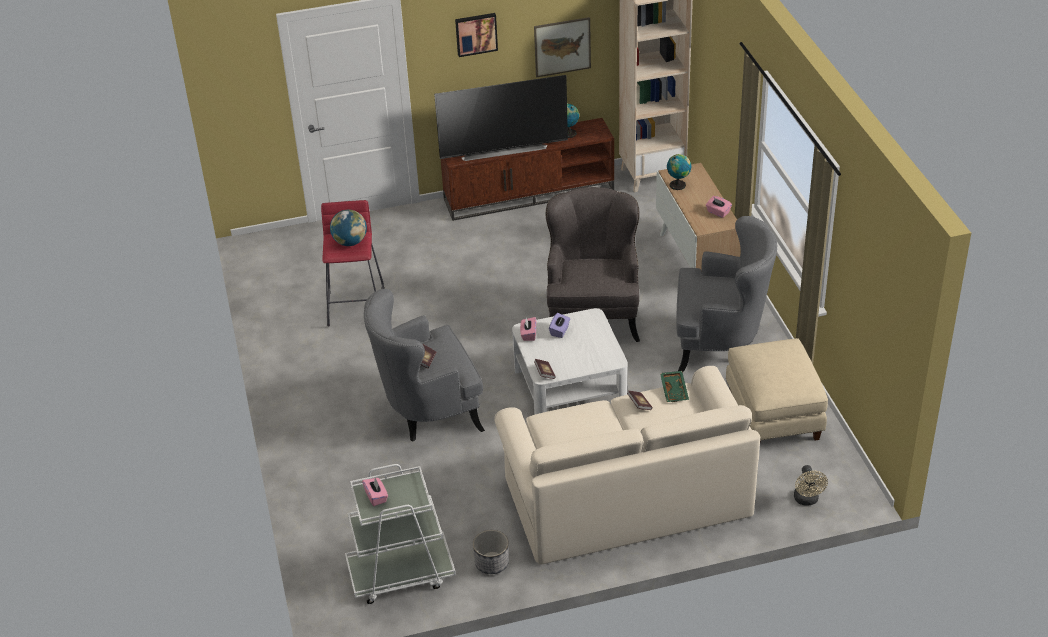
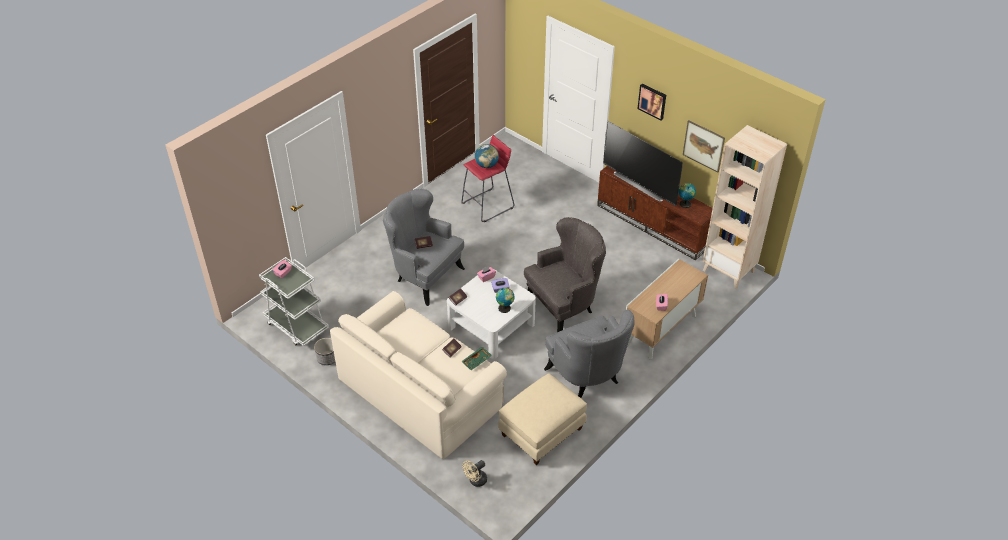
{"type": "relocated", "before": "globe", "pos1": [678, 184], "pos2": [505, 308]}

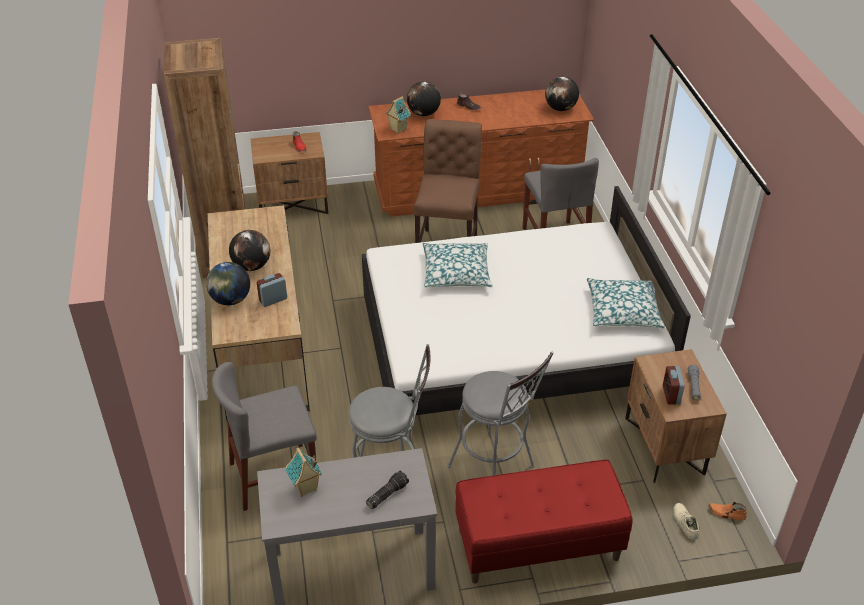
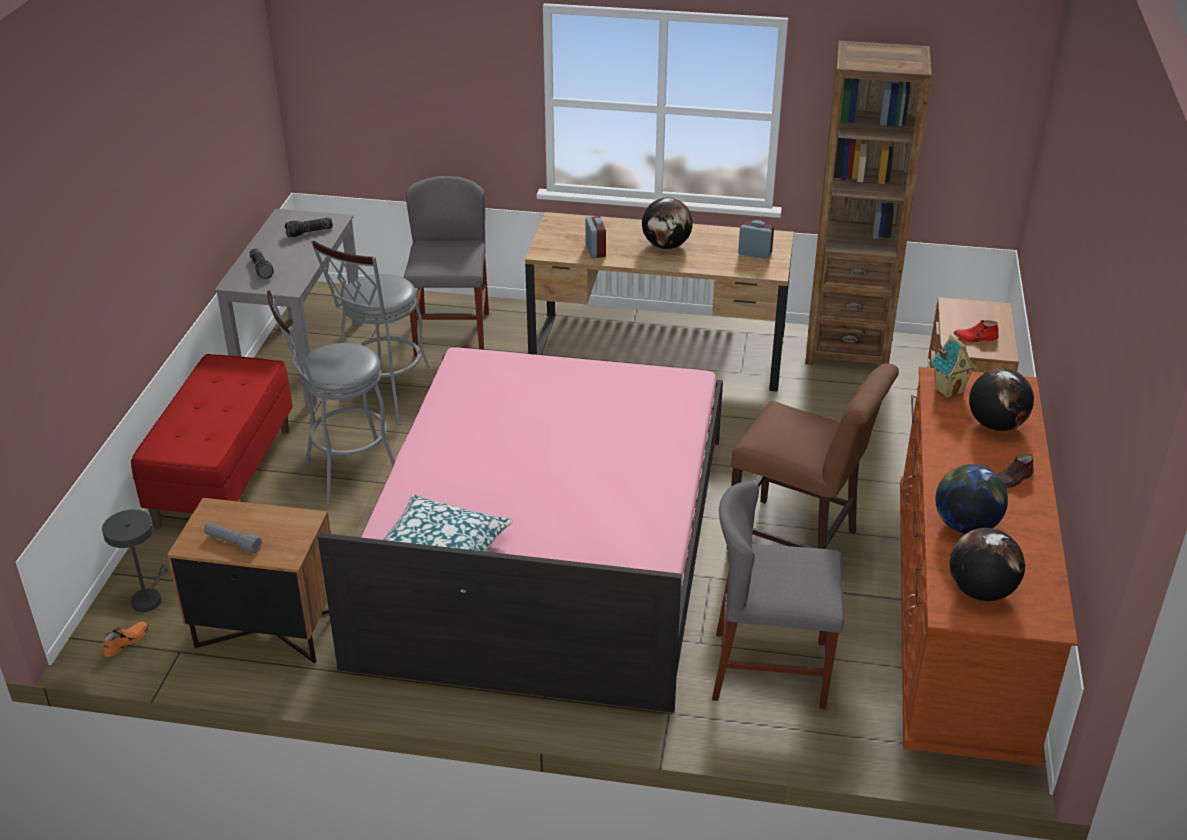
{"type": "colour", "before": "white bed", "after": "pink bed", "pos1": [510, 343], "pos2": [547, 545]}
{"type": "missing", "before": "pillow", "pos1": [456, 272]}
{"type": "relocated", "before": "globe", "pos1": [230, 300], "pos2": [965, 525]}
{"type": "relocated", "before": "alarm clock", "pos1": [671, 395], "pos2": [755, 254]}
{"type": "exchanged", "before": "toy house", "after": "flashlight", "pos1": [305, 488], "pos2": [309, 233]}
{"type": "exchanged", "before": "beige shoe", "after": "grey table lamp", "pos1": [684, 523], "pos2": [148, 598]}

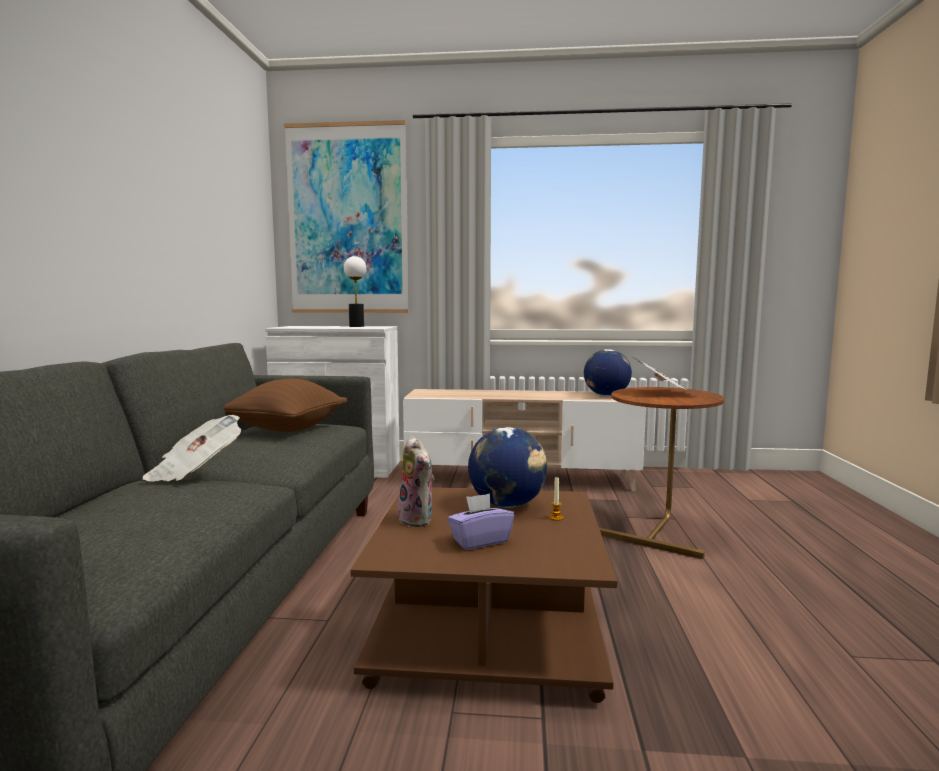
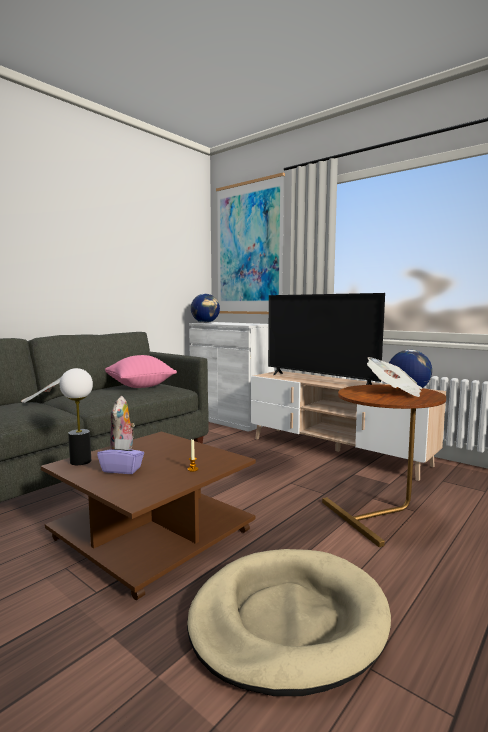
{"type": "relocated", "before": "table lamp", "pos1": [356, 326], "pos2": [80, 461]}
{"type": "colour", "before": "brown pillow", "after": "pink pillow", "pos1": [286, 429], "pos2": [140, 386]}
{"type": "relocated", "before": "globe", "pos1": [507, 504], "pos2": [205, 322]}
{"type": "appeared", "after": "television", "pos2": [319, 380]}
{"type": "appeared", "after": "beige dog bed", "pos2": [287, 621]}

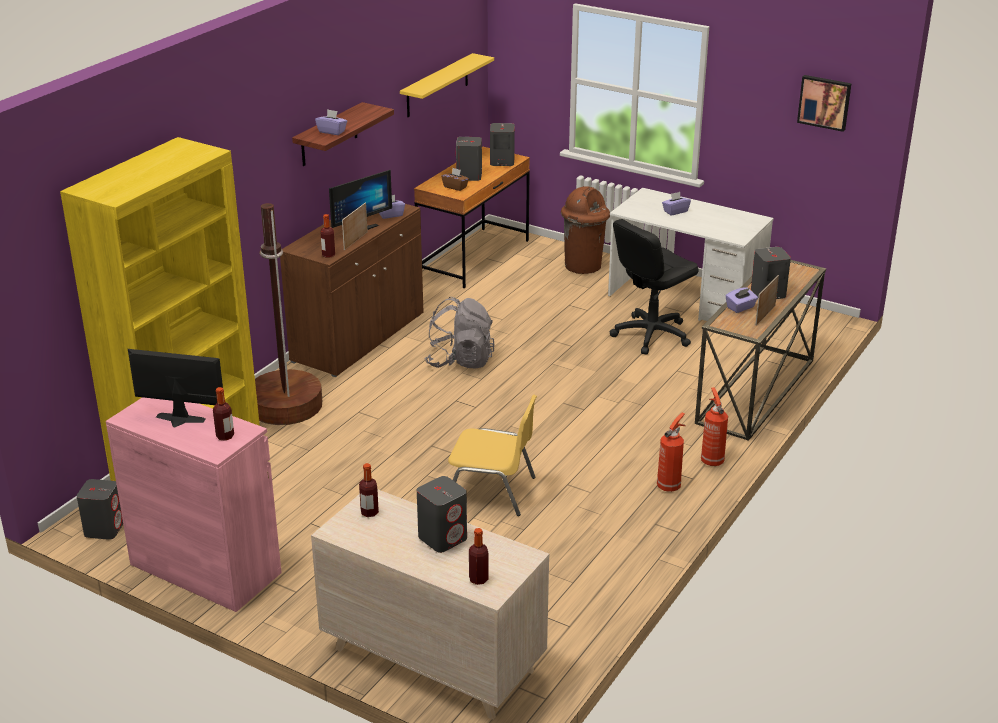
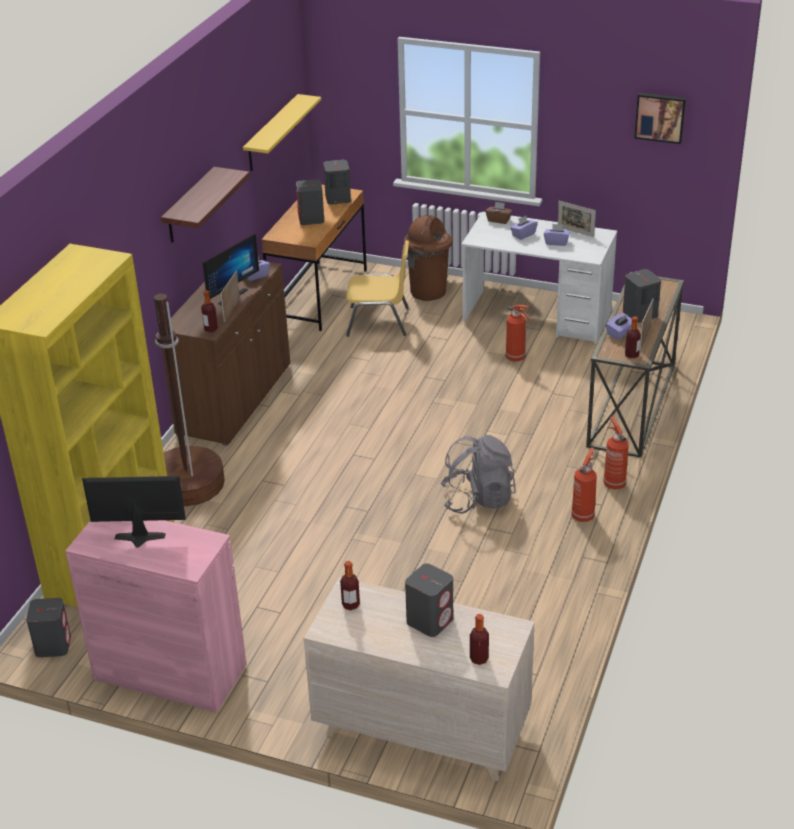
{"type": "relocated", "before": "purple tissue box", "pos1": [332, 131], "pos2": [556, 242]}
{"type": "relocated", "before": "brown tissue box", "pos1": [455, 187], "pos2": [498, 220]}
{"type": "exchanged", "before": "black office chair", "after": "fire extinguisher", "pos1": [651, 335], "pos2": [516, 358]}
{"type": "relocated", "before": "grey backpack", "pos1": [460, 361], "pos2": [478, 499]}
{"type": "relocated", "before": "bottle", "pos1": [225, 436], "pos2": [631, 355]}
{"type": "relocated", "before": "yellow chair", "pos1": [492, 491], "pos2": [379, 322]}
{"type": "appeared", "after": "picture frame", "pos2": [575, 232]}

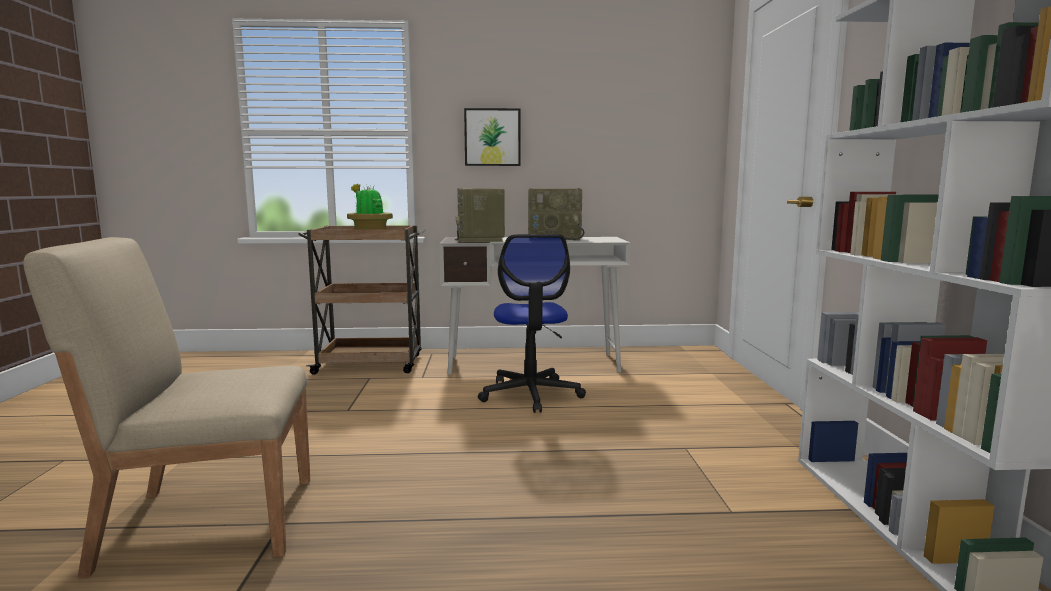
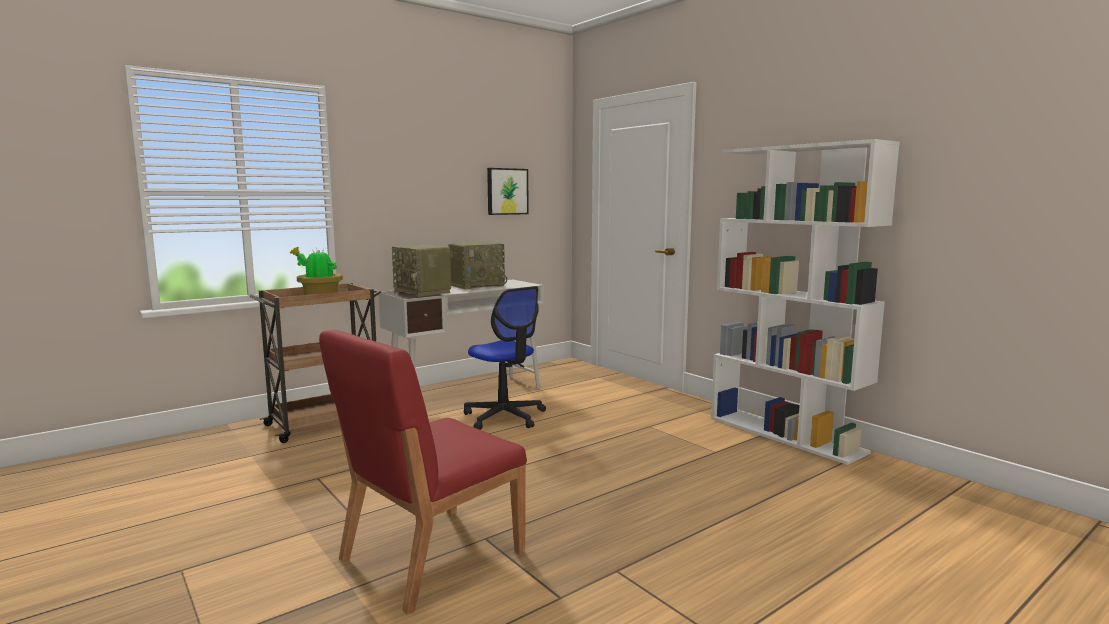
{"type": "relocated", "before": "picture", "pos1": [492, 137], "pos2": [507, 191]}
{"type": "colour", "before": "beige chair", "after": "red chair", "pos1": [207, 522], "pos2": [430, 556]}

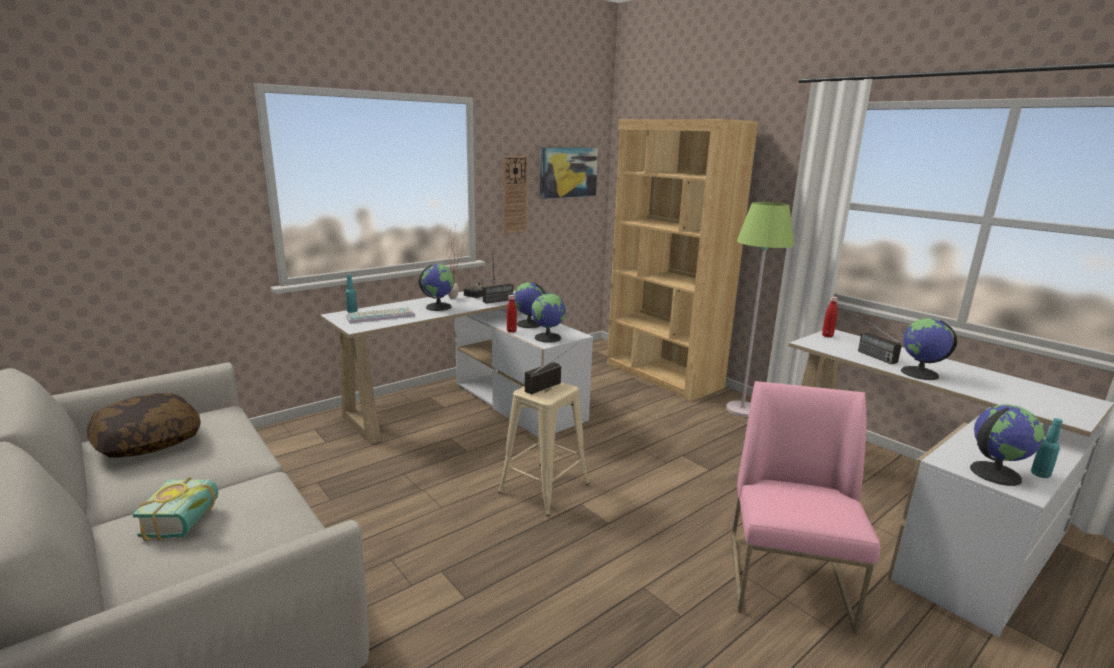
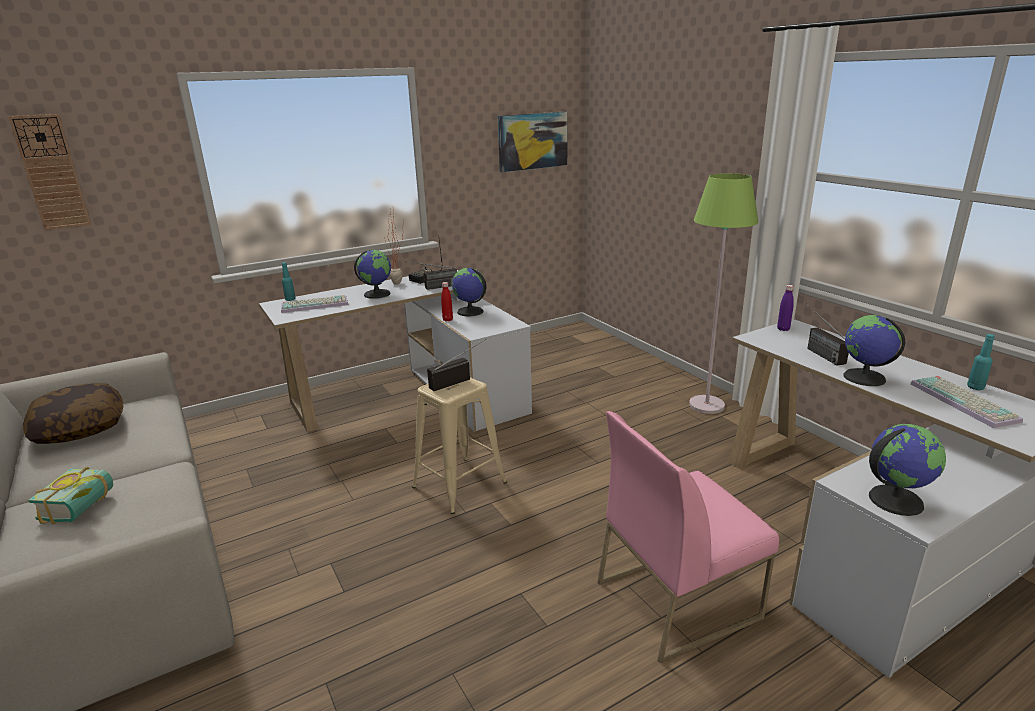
{"type": "missing", "before": "brown bookcase", "pos1": [662, 375]}
{"type": "relocated", "before": "wall clock", "pos1": [514, 195], "pos2": [51, 172]}
{"type": "missing", "before": "globe", "pos1": [548, 338]}
{"type": "colour", "before": "red bottle", "after": "purple bottle", "pos1": [827, 336], "pos2": [783, 329]}
{"type": "spun", "before": "pink chair", "pos1": [789, 581], "pos2": [677, 598], "turn": -135}
{"type": "relocated", "before": "turquoise bottle", "pos1": [1040, 474], "pos2": [975, 387]}
{"type": "appeared", "after": "keyboard", "pos2": [965, 402]}

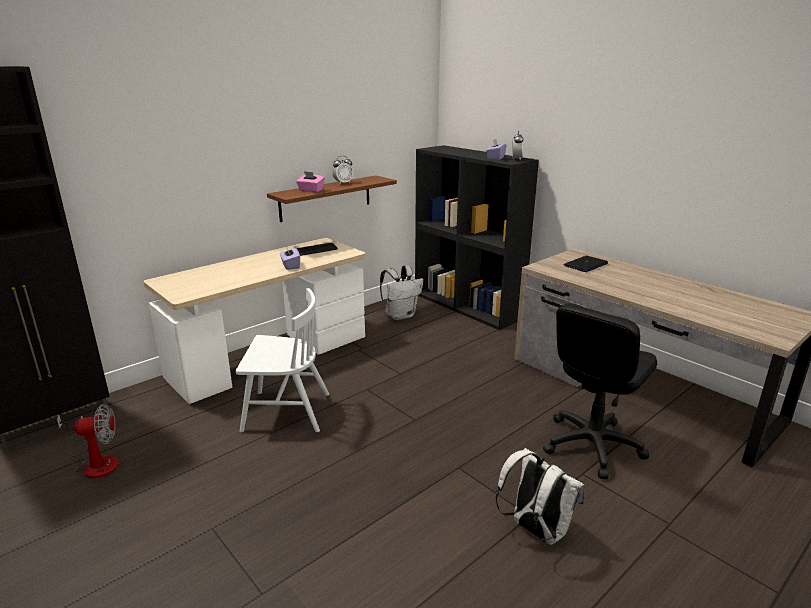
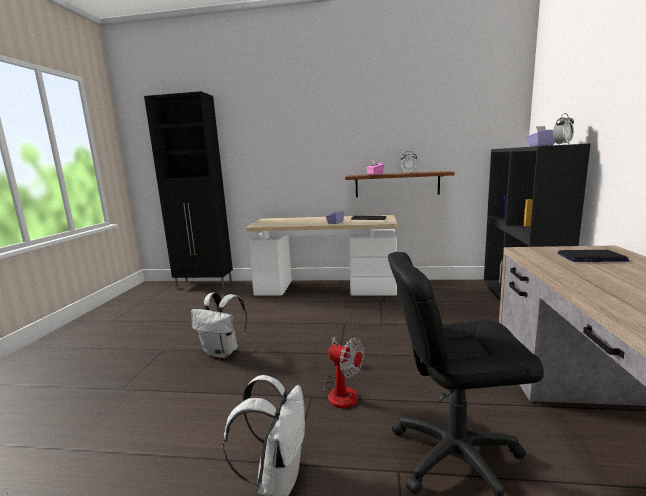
{"type": "relocated", "before": "white backpack", "pos1": [400, 315], "pos2": [223, 352]}
{"type": "missing", "before": "white chair", "pos1": [286, 411]}
{"type": "relocated", "before": "fan", "pos1": [95, 463], "pos2": [341, 391]}

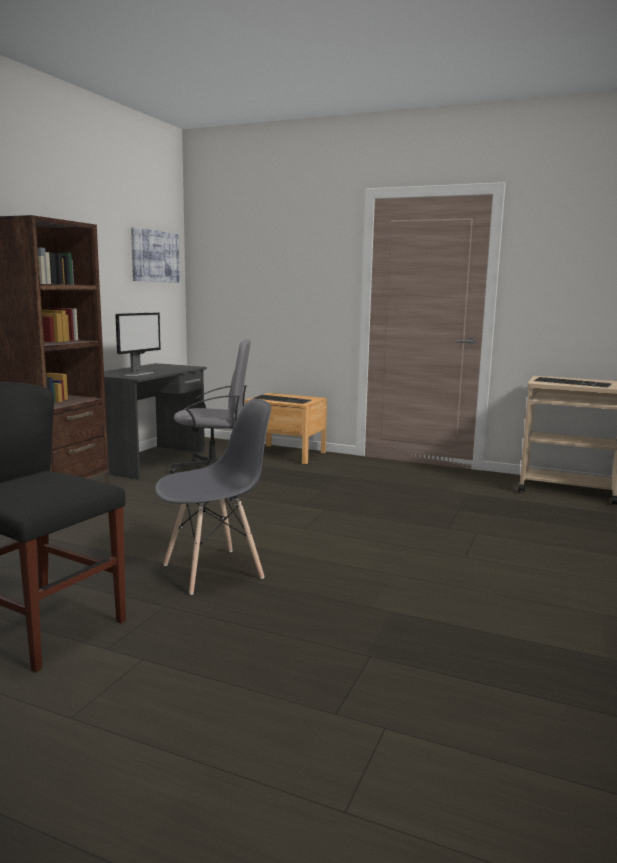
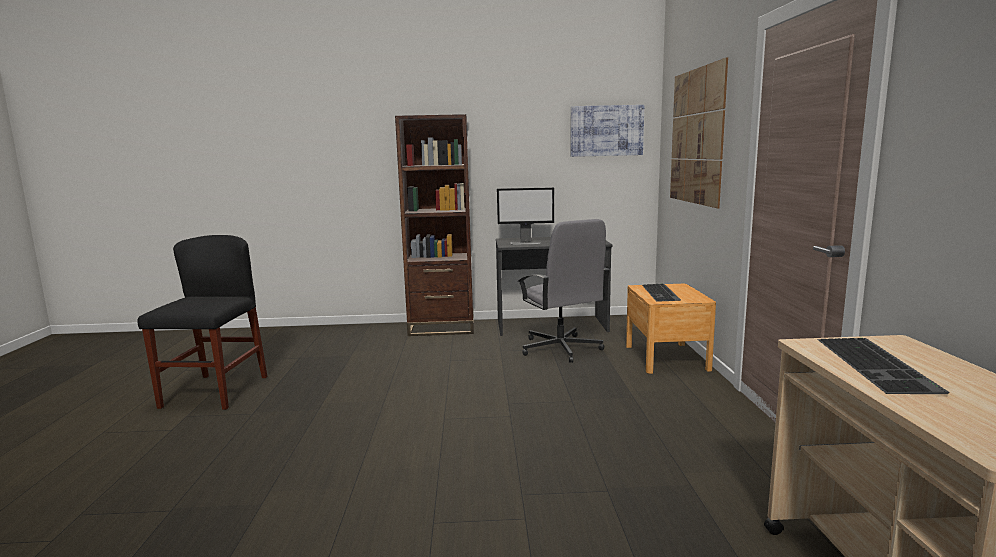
{"type": "missing", "before": "grey chair", "pos1": [214, 571]}
{"type": "appeared", "after": "picture", "pos2": [696, 136]}

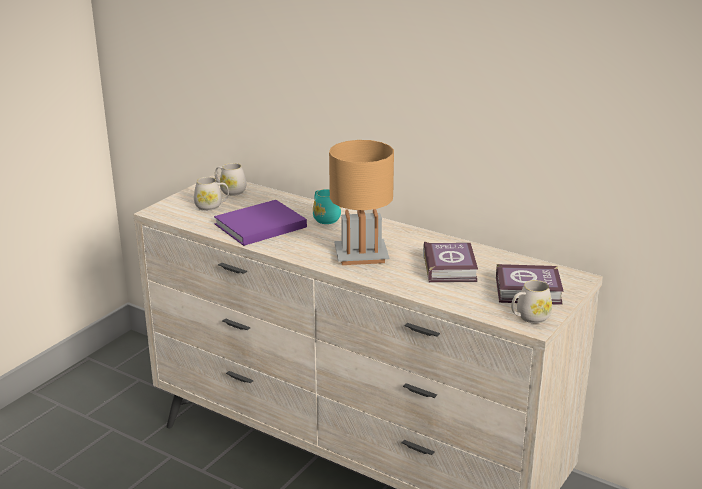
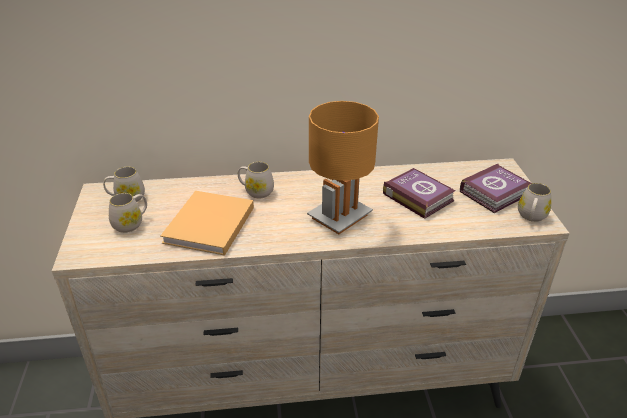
{"type": "colour", "before": "turquoise mug", "after": "white mug", "pos1": [324, 218], "pos2": [256, 191]}
{"type": "colour", "before": "purple book", "after": "beige book", "pos1": [258, 226], "pos2": [208, 226]}

